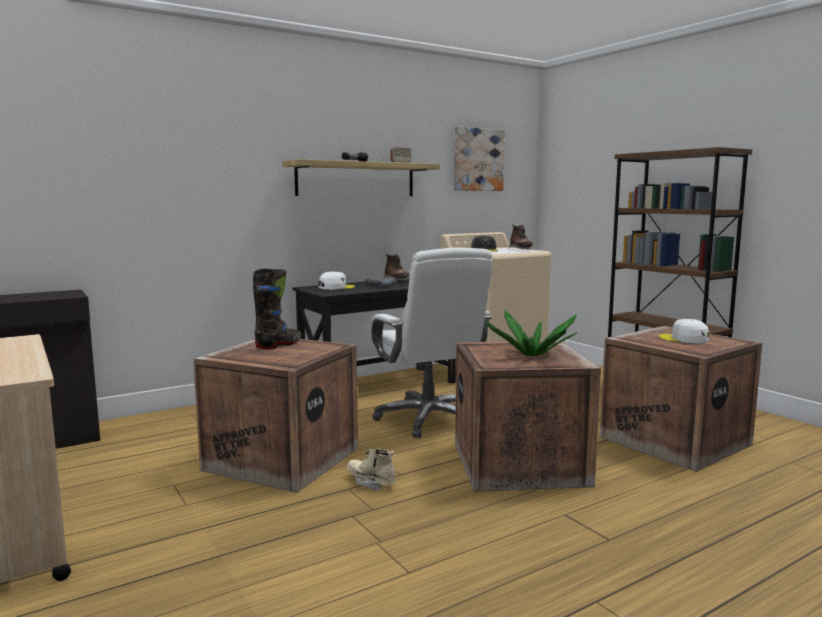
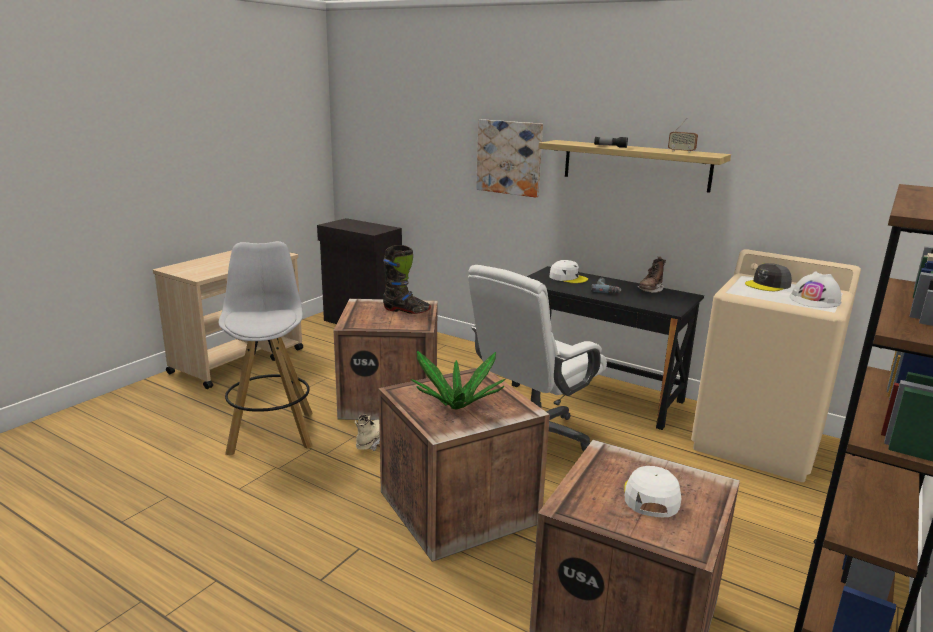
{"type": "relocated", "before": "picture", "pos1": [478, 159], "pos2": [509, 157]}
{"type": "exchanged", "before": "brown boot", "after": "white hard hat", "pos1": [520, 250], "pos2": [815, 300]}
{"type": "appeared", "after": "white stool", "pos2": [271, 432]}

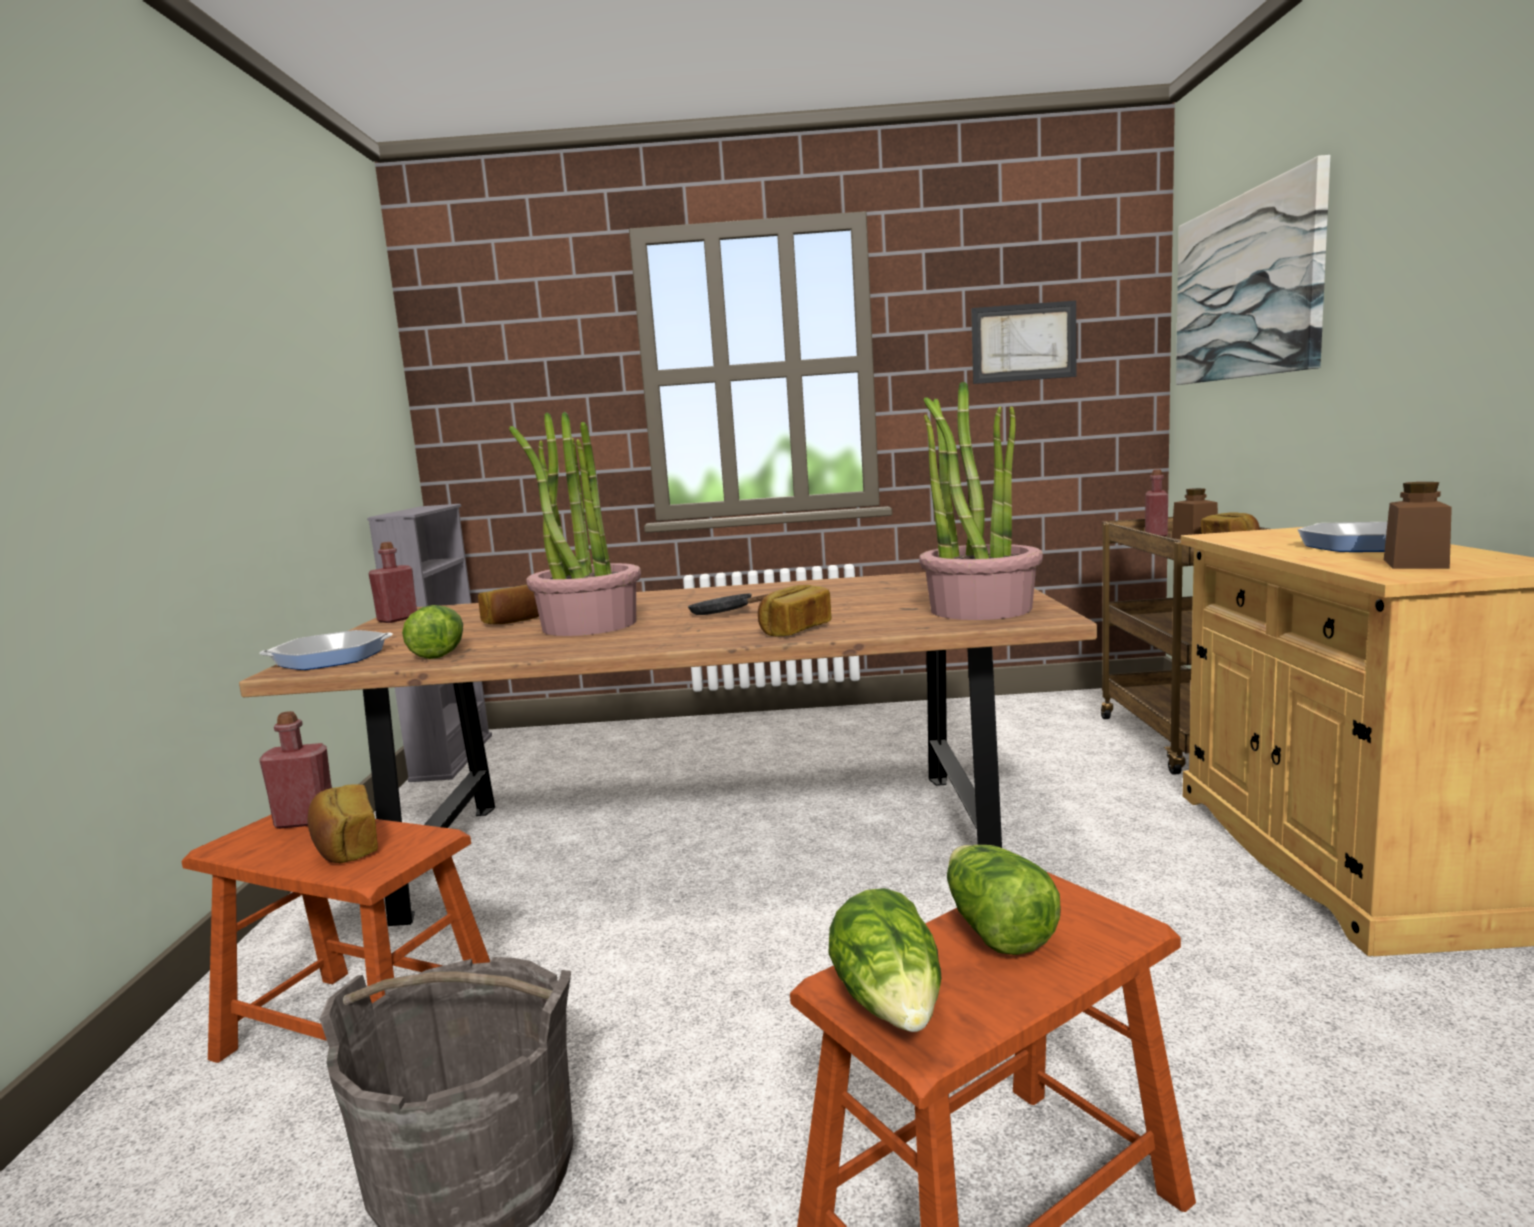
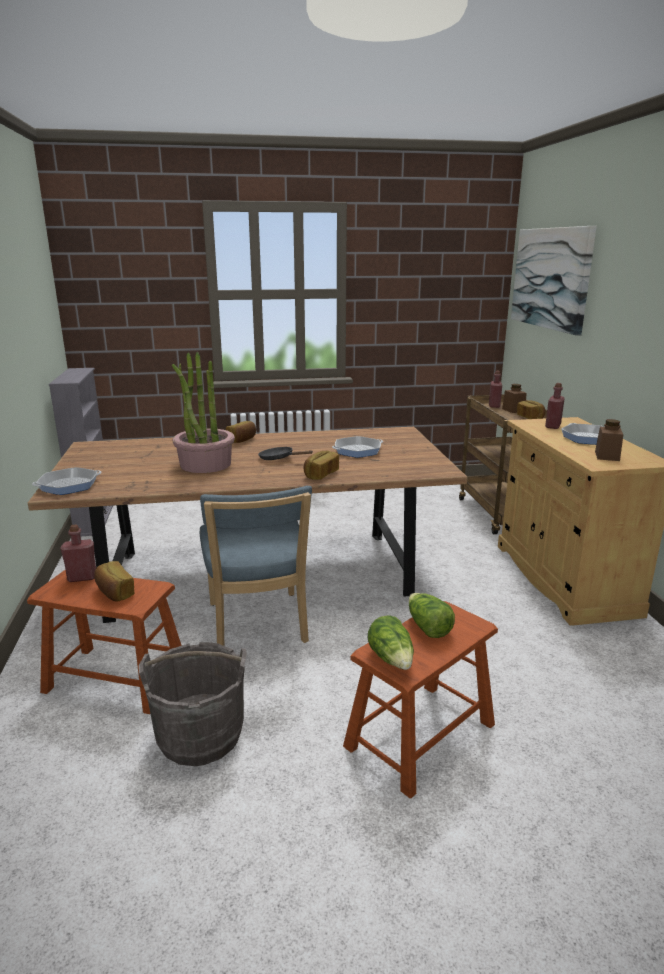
{"type": "missing", "before": "picture", "pos1": [1023, 342]}
{"type": "missing", "before": "potted plant", "pos1": [979, 609]}
{"type": "relocated", "before": "red bottle", "pos1": [397, 619], "pos2": [553, 426]}
{"type": "relocated", "before": "bread", "pos1": [516, 621], "pos2": [242, 440]}
{"type": "missing", "before": "lettuce", "pos1": [438, 652]}
{"type": "appeared", "after": "frying pan", "pos2": [357, 451]}
{"type": "appeared", "after": "blue chair", "pos2": [258, 626]}

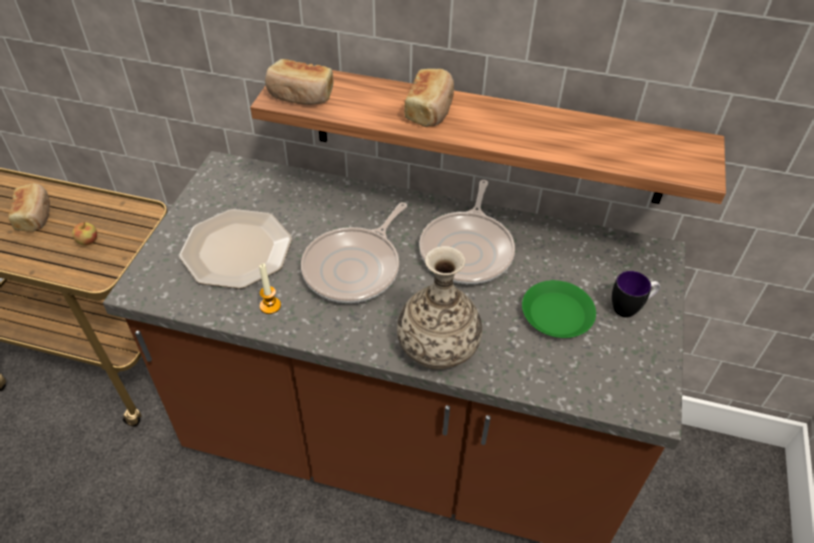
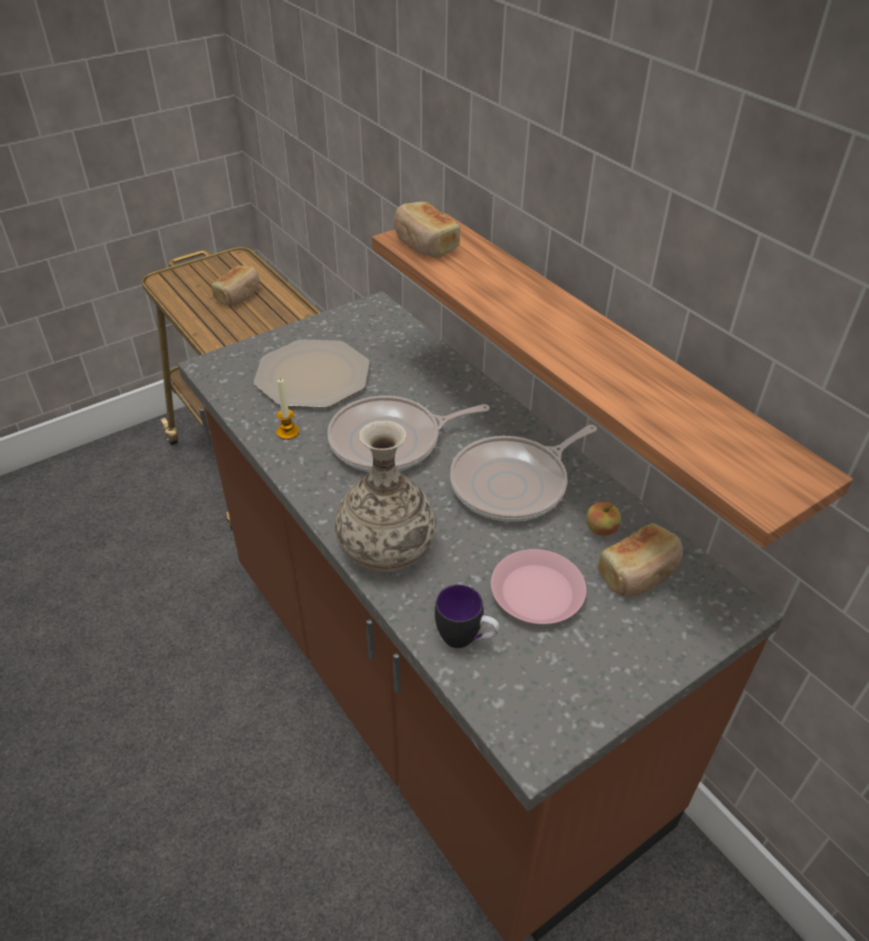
{"type": "relocated", "before": "bread", "pos1": [430, 109], "pos2": [638, 573]}
{"type": "relocated", "before": "apple", "pos1": [88, 241], "pos2": [601, 530]}
{"type": "relocated", "before": "mug", "pos1": [630, 308], "pos2": [466, 640]}
{"type": "colour", "before": "green plate", "after": "pink plate", "pos1": [556, 314], "pos2": [536, 592]}

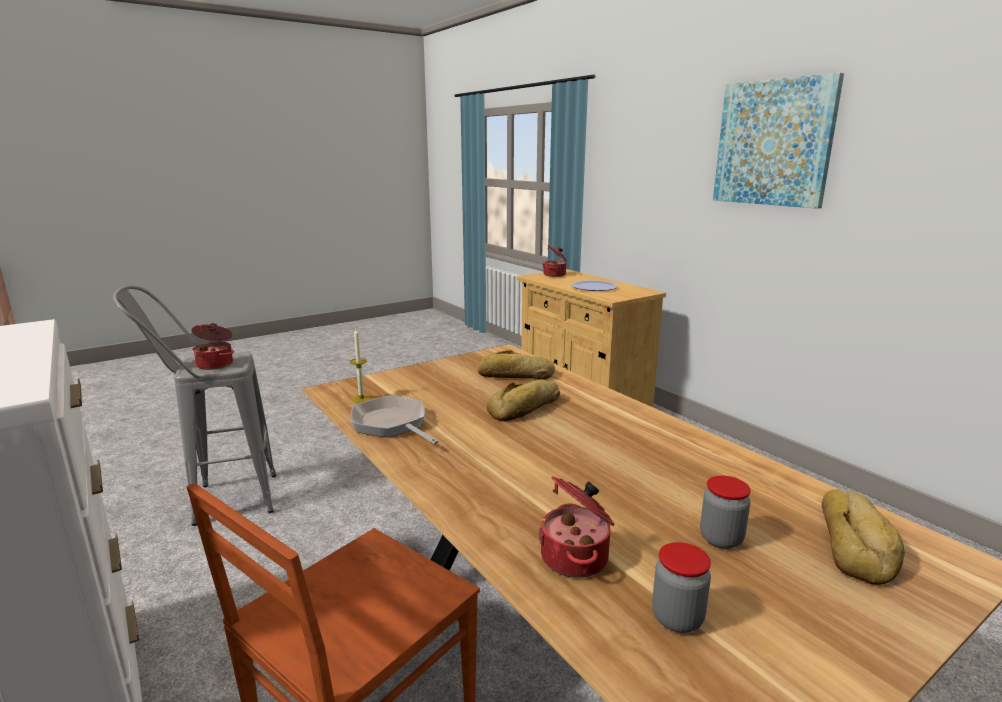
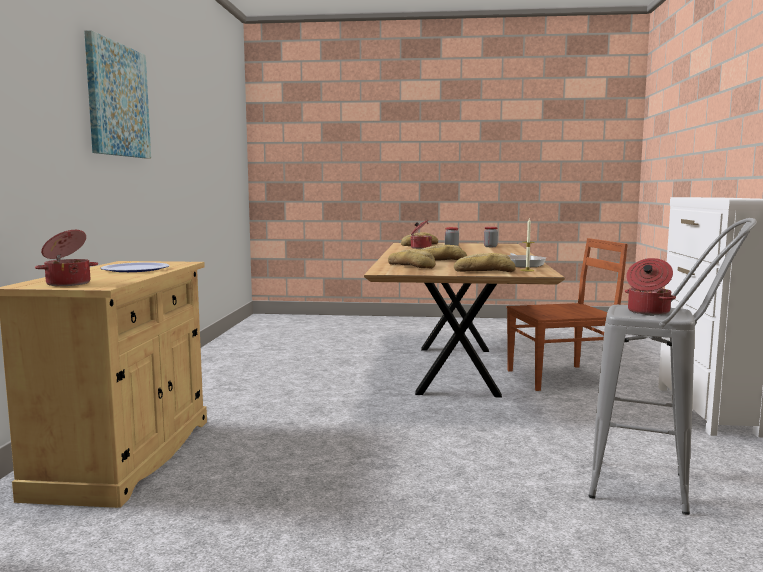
{"type": "relocated", "before": "cooking pot", "pos1": [576, 558], "pos2": [420, 248]}
{"type": "appeared", "after": "bread", "pos2": [484, 271]}

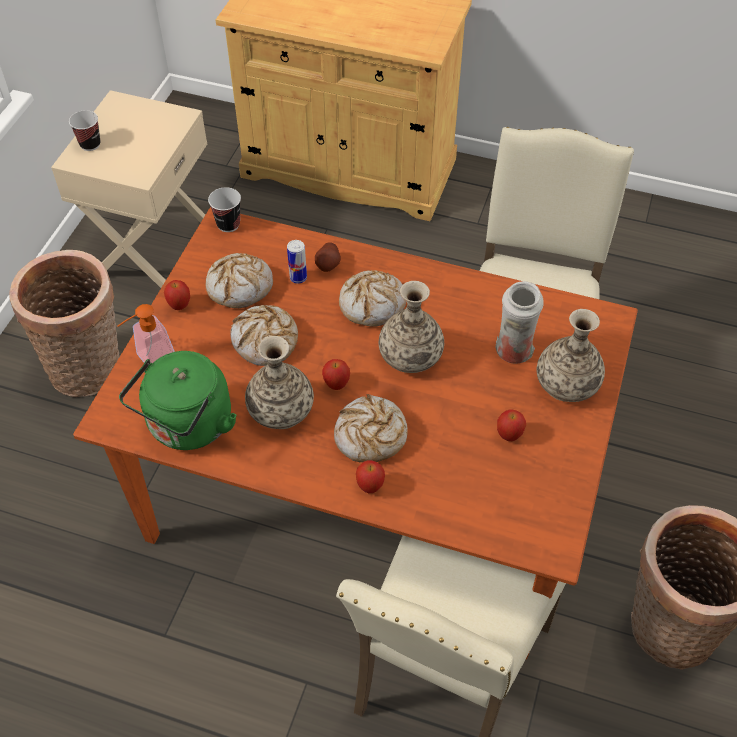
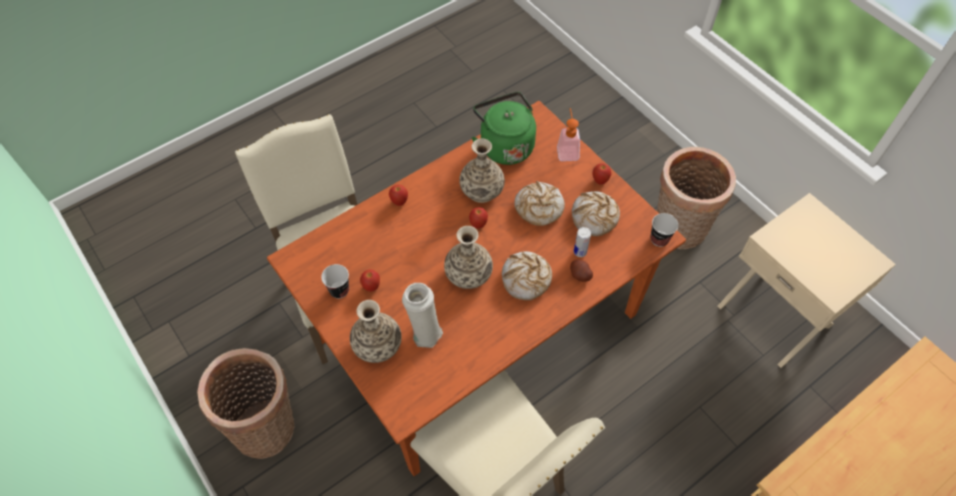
{"type": "relocated", "before": "cup", "pos1": [90, 144], "pos2": [339, 290]}
{"type": "missing", "before": "bread", "pos1": [370, 435]}

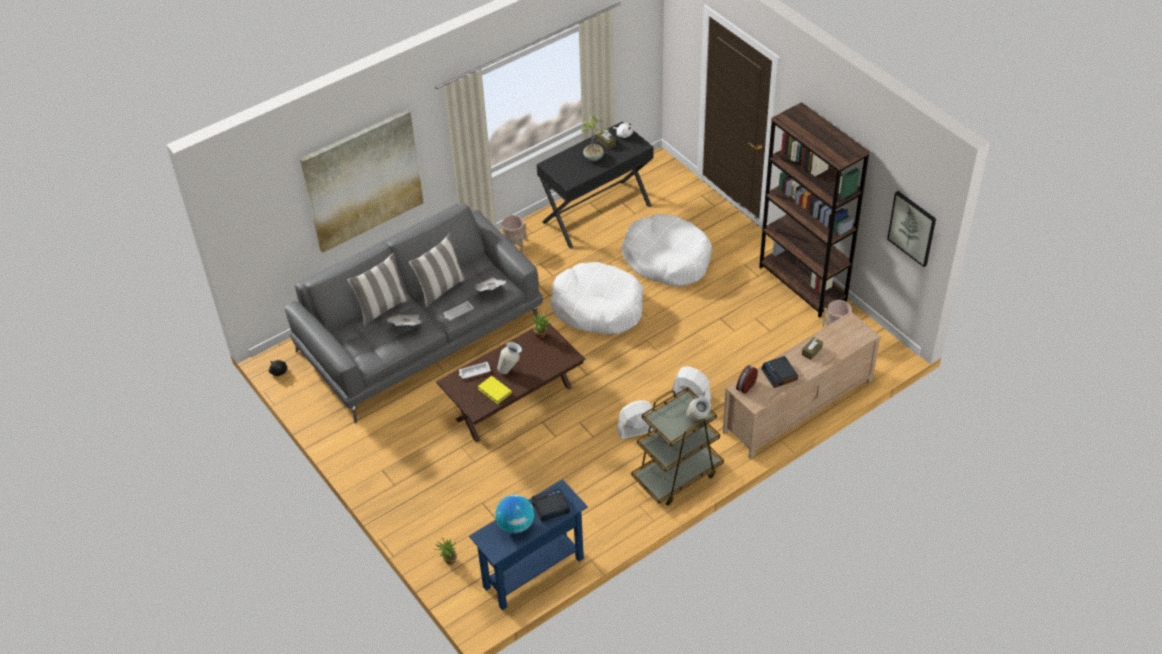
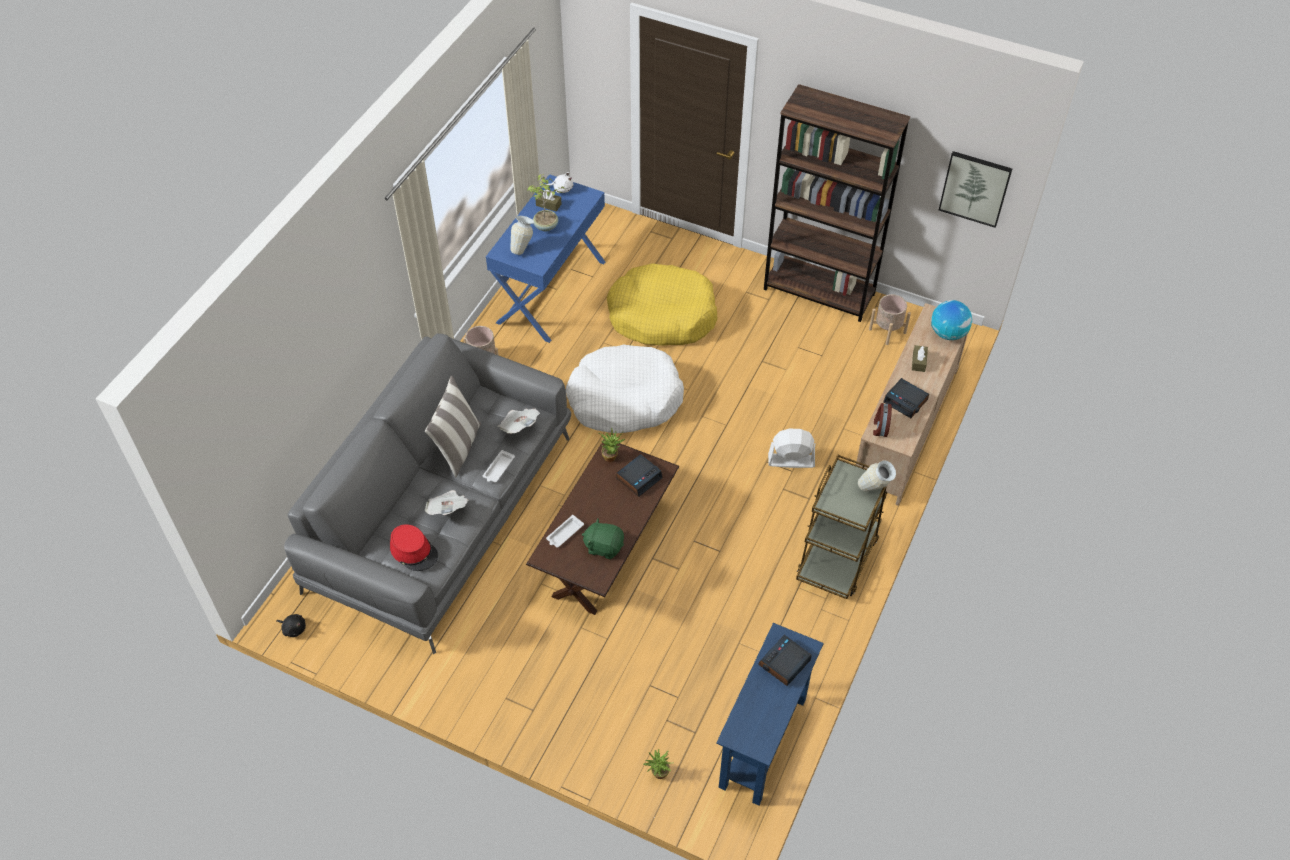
{"type": "missing", "before": "picture", "pos1": [363, 180]}
{"type": "colour", "before": "black desk", "after": "blue desk", "pos1": [596, 213], "pos2": [550, 291]}
{"type": "colour", "before": "white dog bed", "after": "yellow dog bed", "pos1": [667, 259], "pos2": [662, 316]}
{"type": "missing", "before": "pillow", "pos1": [382, 308]}
{"type": "relocated", "before": "vase", "pos1": [511, 369], "pos2": [523, 248]}
{"type": "exchanged", "before": "yellow book", "after": "green plush toy", "pos1": [495, 391], "pos2": [604, 546]}
{"type": "missing", "before": "white fan", "pos1": [637, 429]}
{"type": "relocated", "before": "globe", "pos1": [516, 525], "pos2": [948, 333]}
{"type": "appeared", "after": "alarm clock", "pos2": [639, 478]}
{"type": "appeared", "after": "red hat", "pos2": [414, 551]}

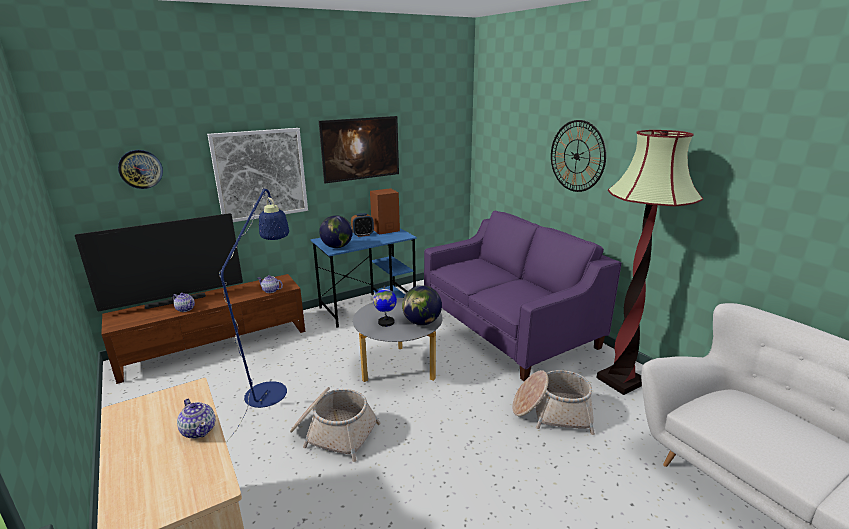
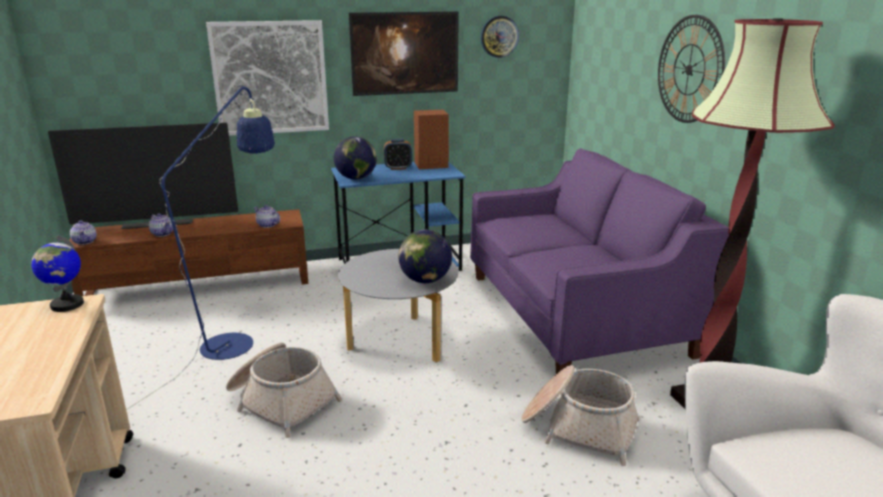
{"type": "relocated", "before": "wall clock", "pos1": [140, 169], "pos2": [499, 36]}
{"type": "relocated", "before": "globe", "pos1": [386, 322], "pos2": [66, 305]}
{"type": "relocated", "before": "teapot", "pos1": [199, 430], "pos2": [85, 241]}

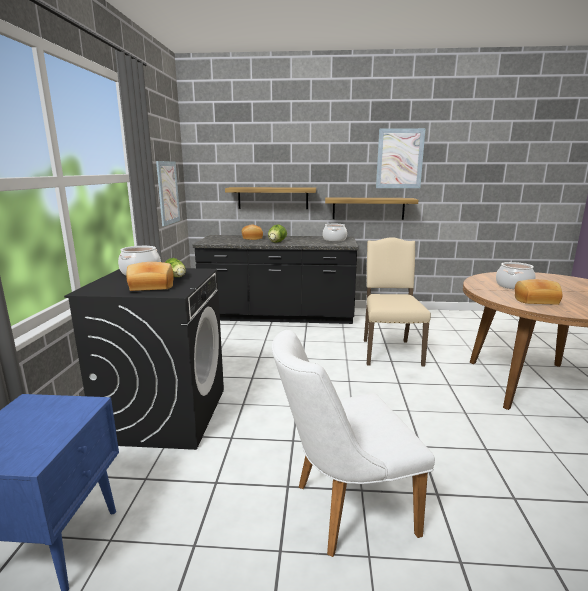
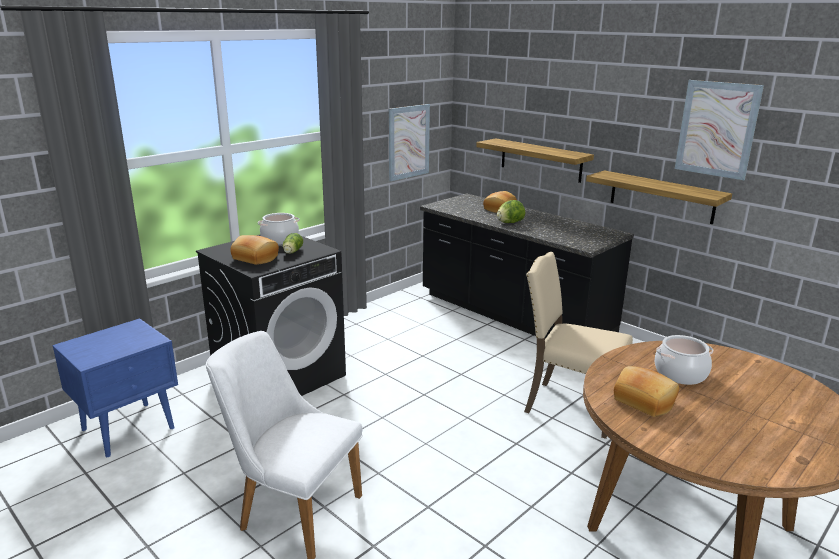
{"type": "missing", "before": "cooking pot", "pos1": [334, 239]}
{"type": "spun", "before": "beige chair", "pos1": [389, 351], "pos2": [570, 406], "turn": -105}

